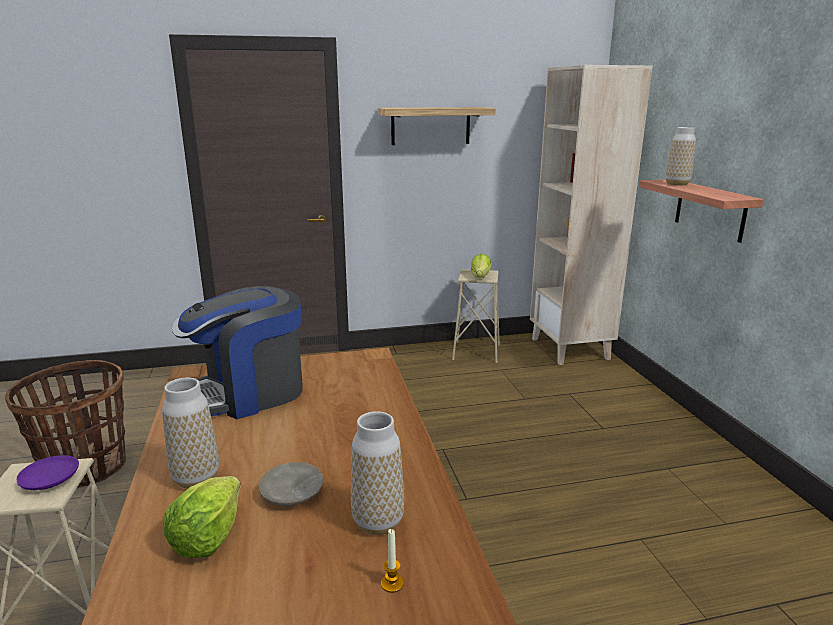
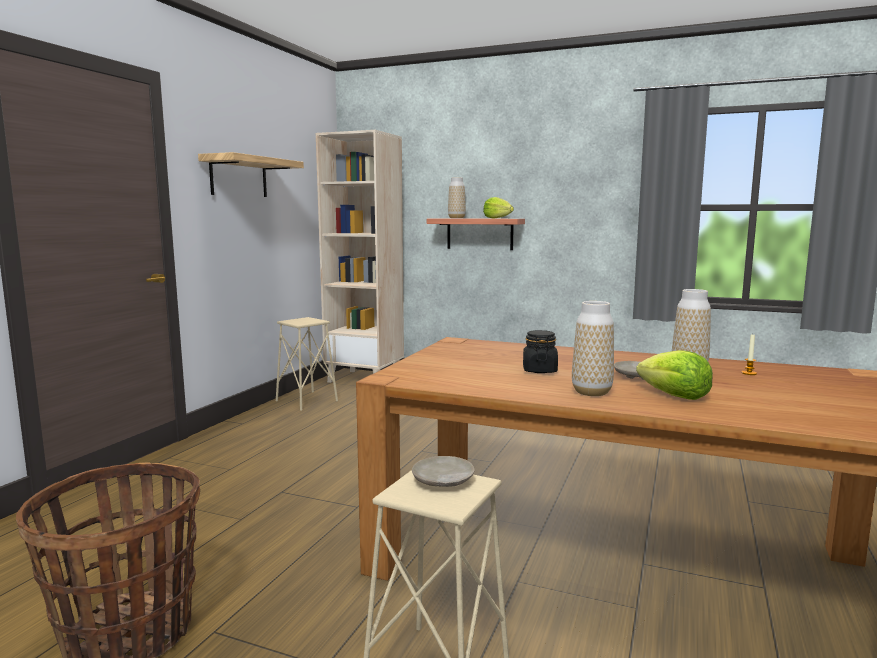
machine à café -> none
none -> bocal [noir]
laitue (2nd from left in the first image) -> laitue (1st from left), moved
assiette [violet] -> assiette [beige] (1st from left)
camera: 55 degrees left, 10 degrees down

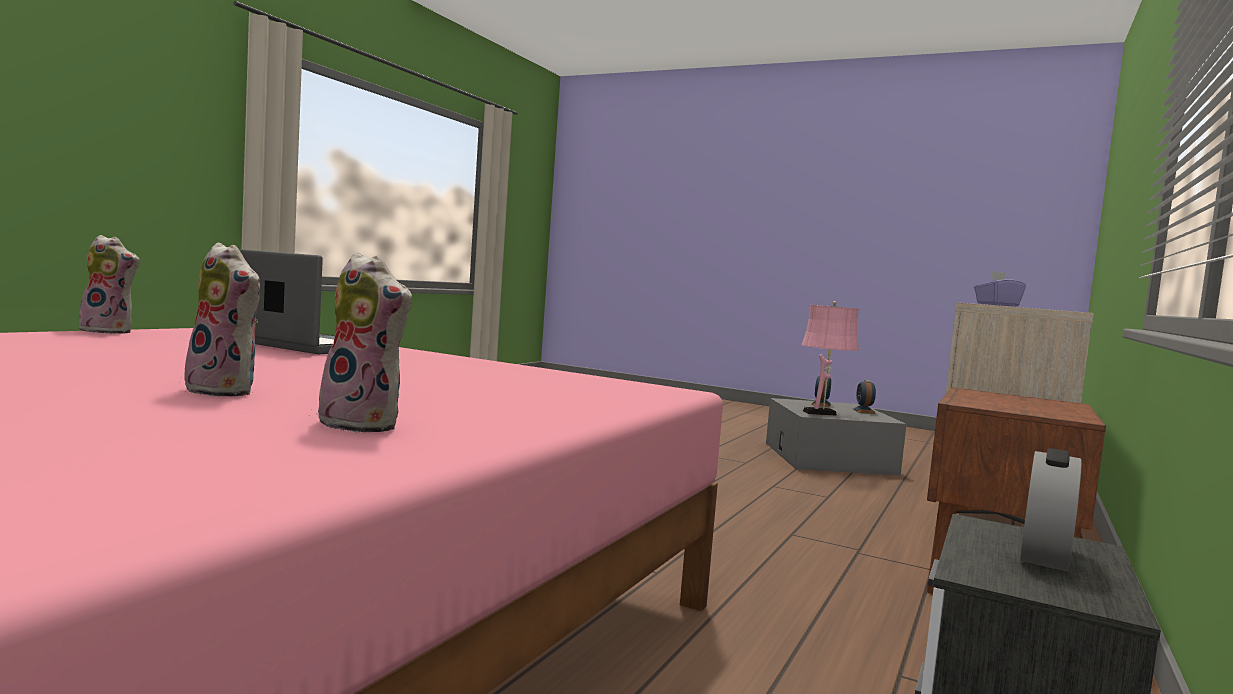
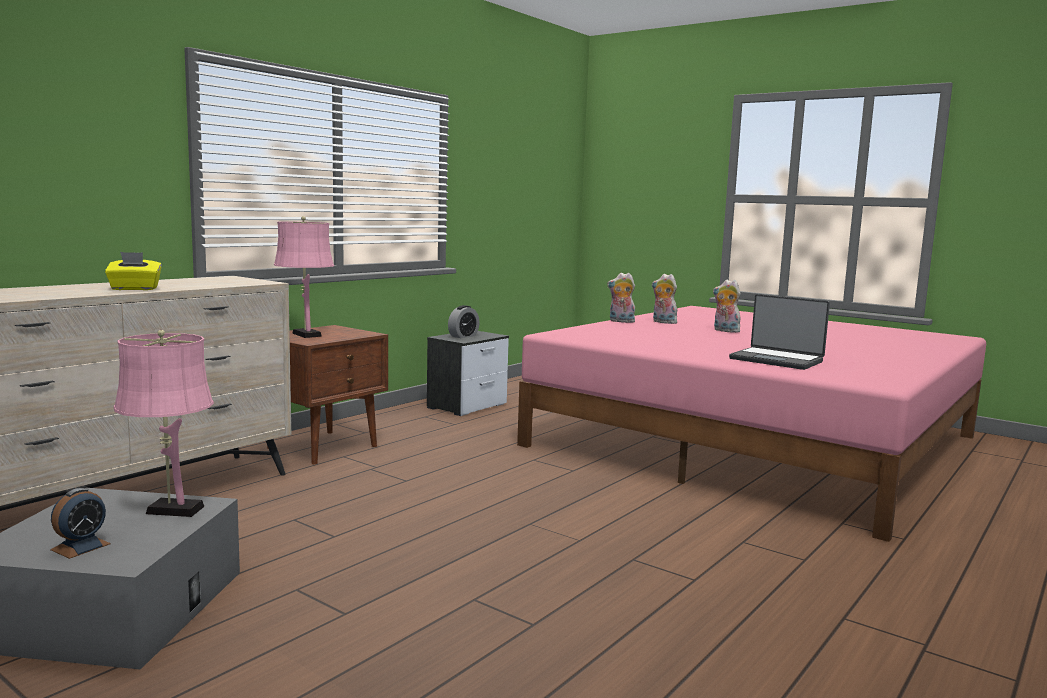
réveil (2nd from left) -> none
none -> lampe de table [rose] (2nd from left)
peluche (1st from left), moved
boîte à mouchoirs [violet] -> boîte à mouchoirs [jaune]
camera: 170 degrees left, 5 degrees up

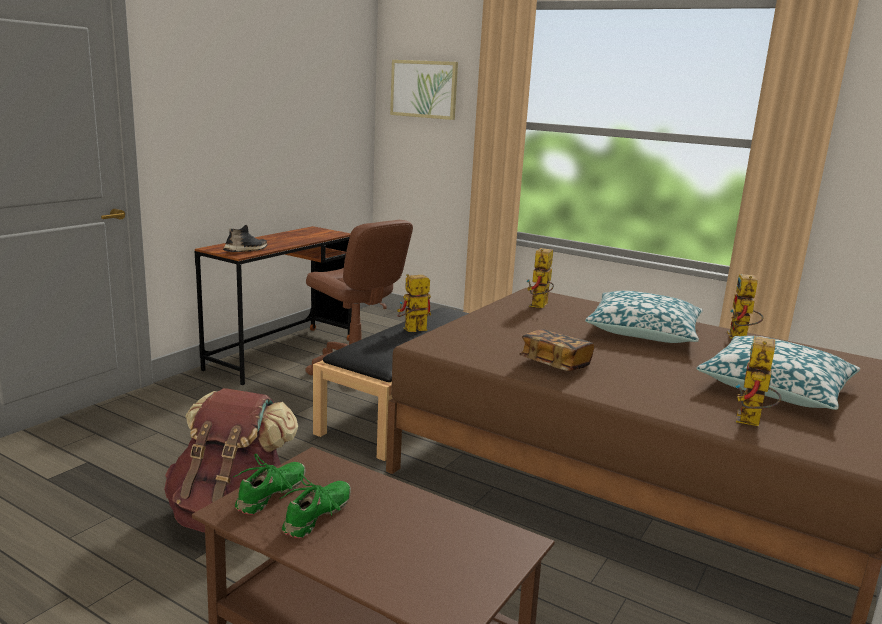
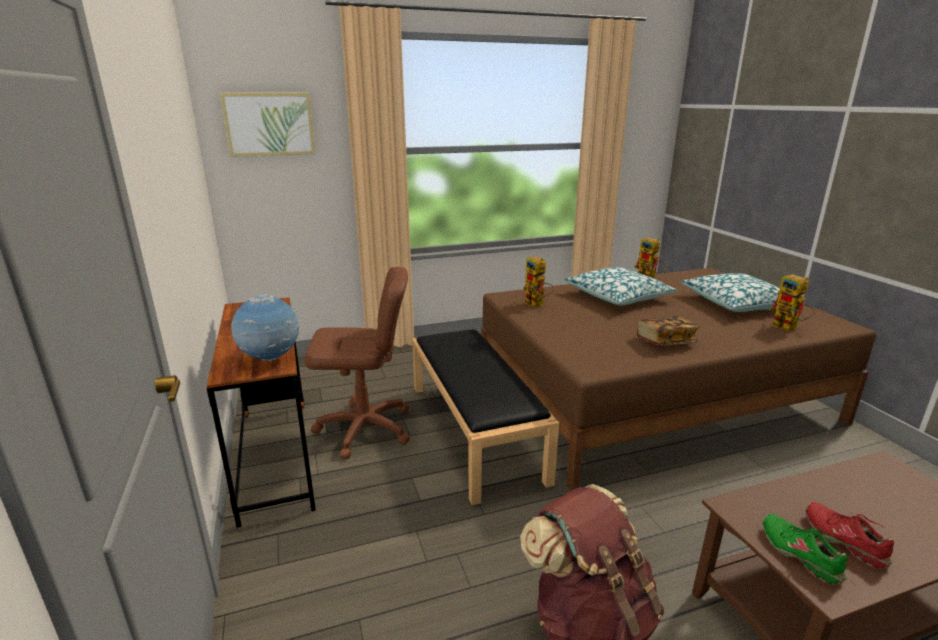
robot jouet (1st from left) -> none
chaussure [noir] -> globe
chaussure [vert] (2nd from left) -> chaussure [rouge]
camera: 50 degrees left, 5 degrees up

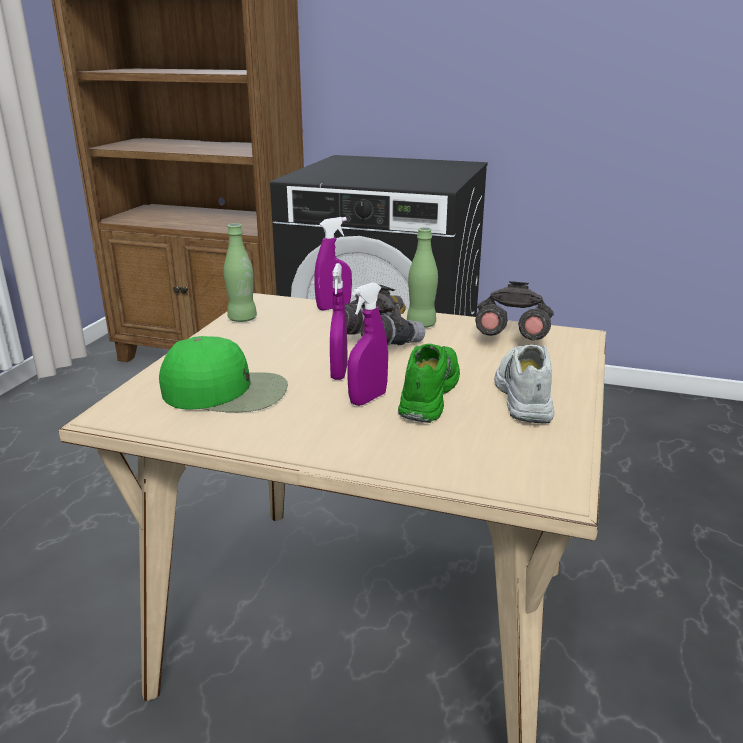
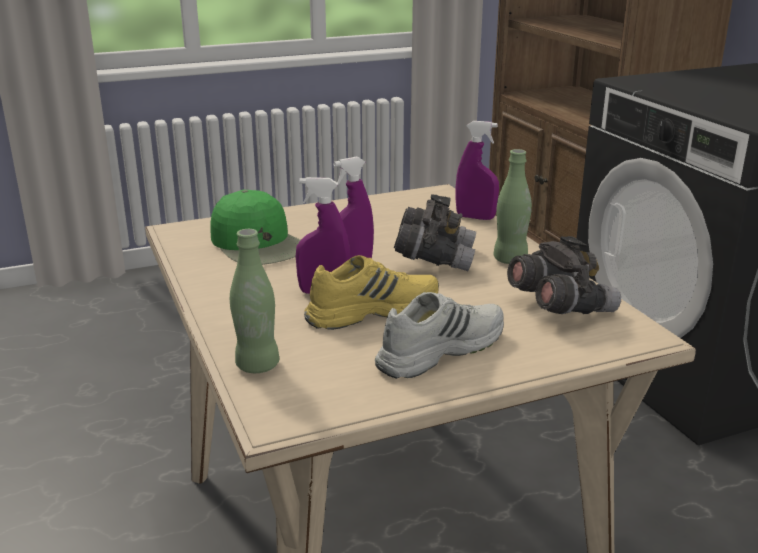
bouteille [vert] (1st from left), moved
chaussure [vert] -> chaussure [jaune]
camera: 50 degrees right, 0 degrees up

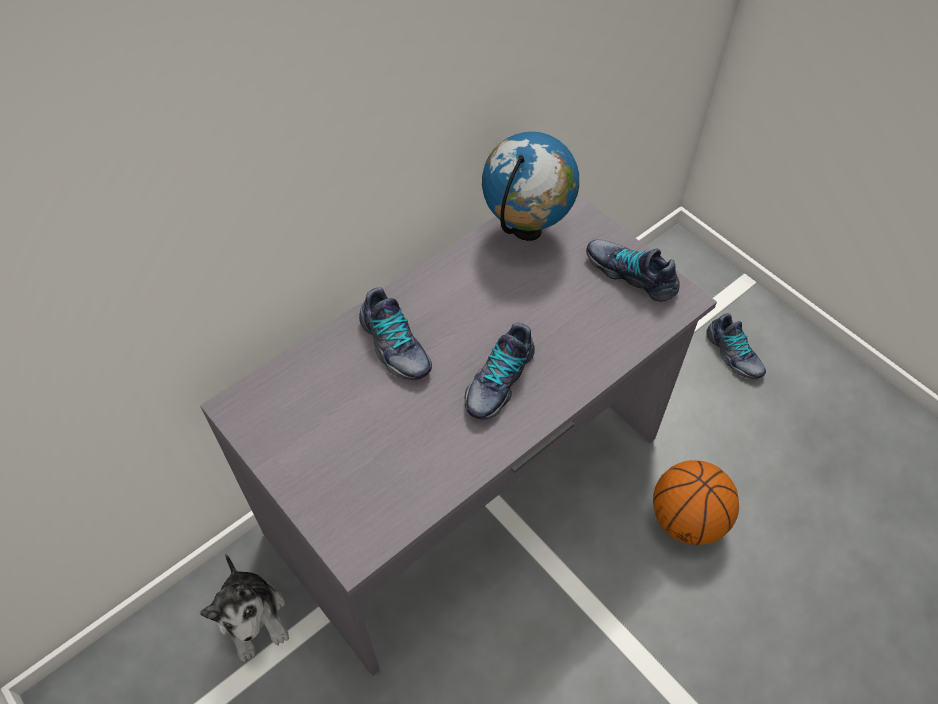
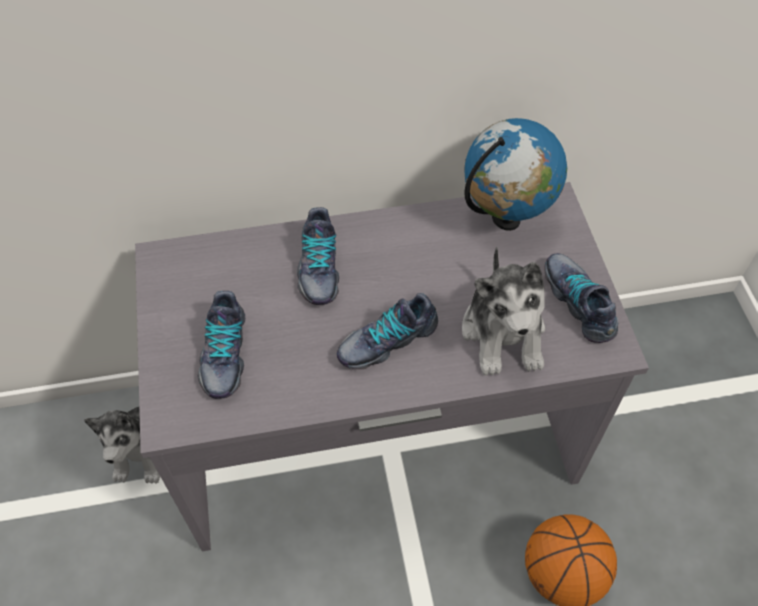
none -> peluche (2nd from left)
chaussure (4th from left in the first image) -> chaussure (1st from left), moved
camera: 30 degrees right, 0 degrees up

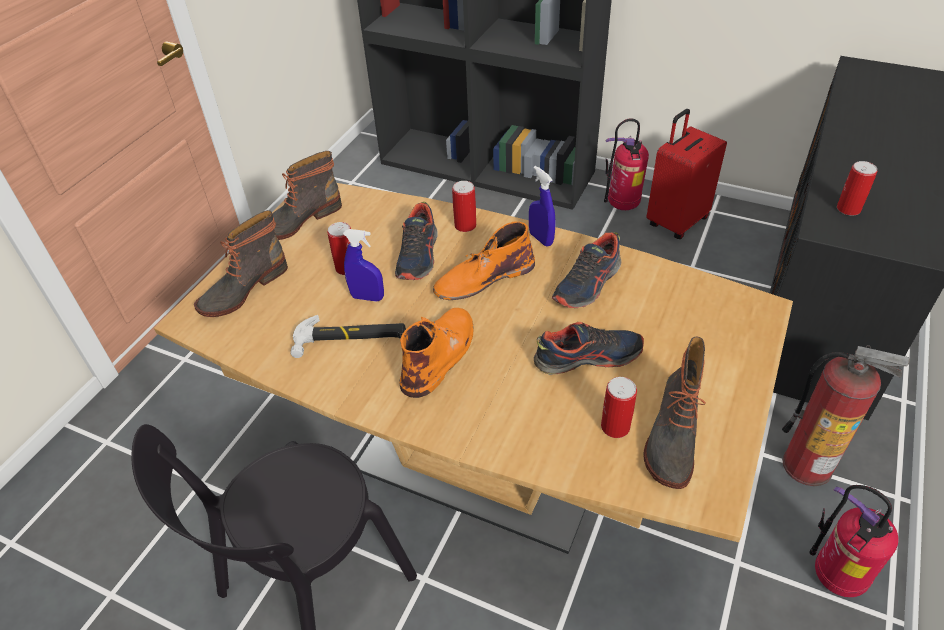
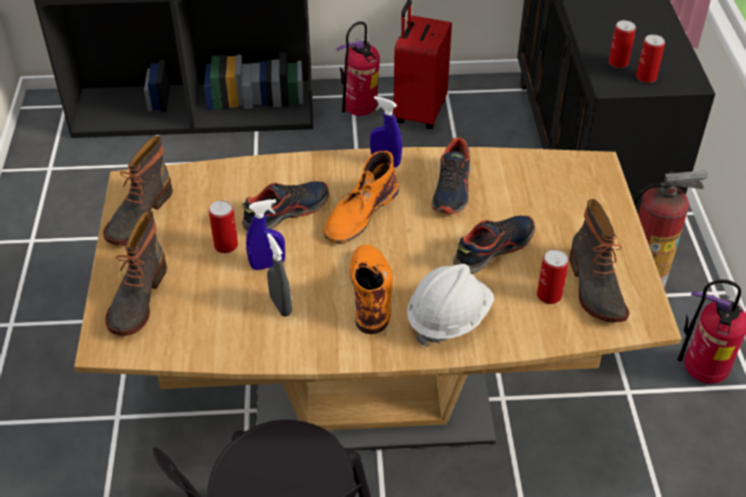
none -> casque de chantier [blanc]
boîte métallique (2nd from left in the first image) -> boîte métallique (4th from left), moved
marteau -> vaporisateur [gris]
chaussure (1st from left), 105 degrees counterclockwise
camera: 30 degrees left, 0 degrees up

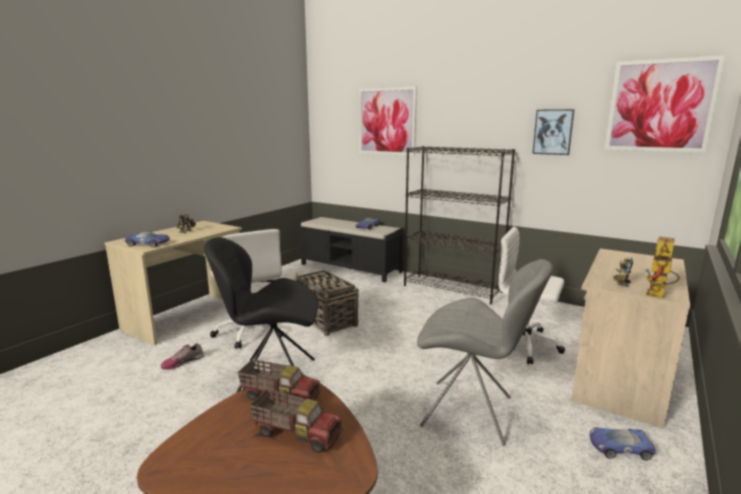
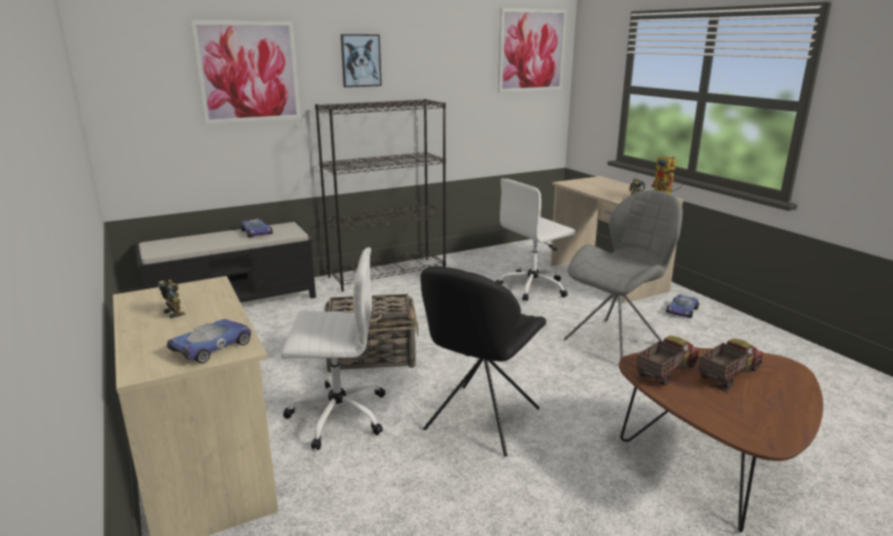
chaussure -> none
tableau (2nd from left), moved
camera: 60 degrees left, 5 degrees up

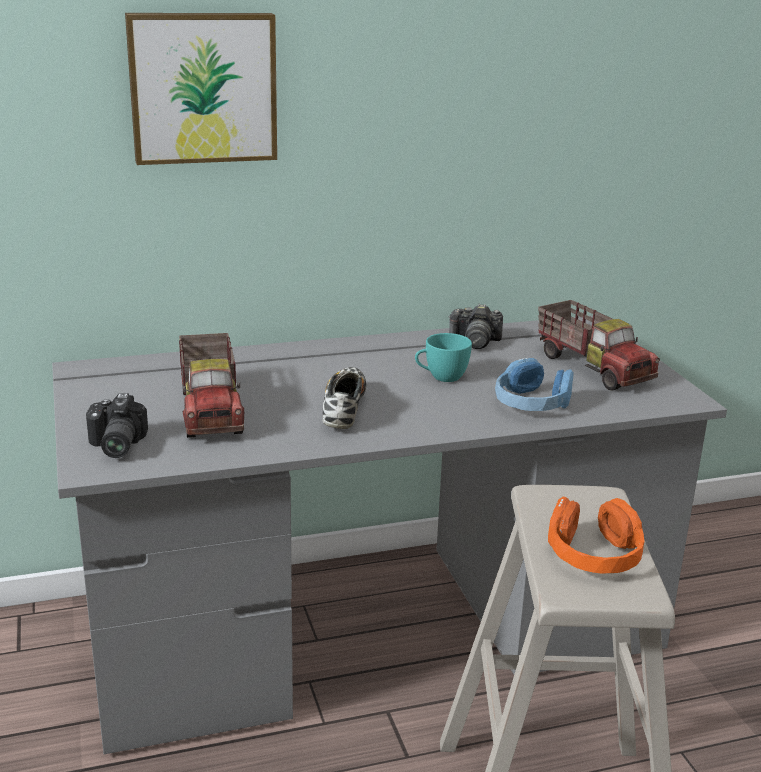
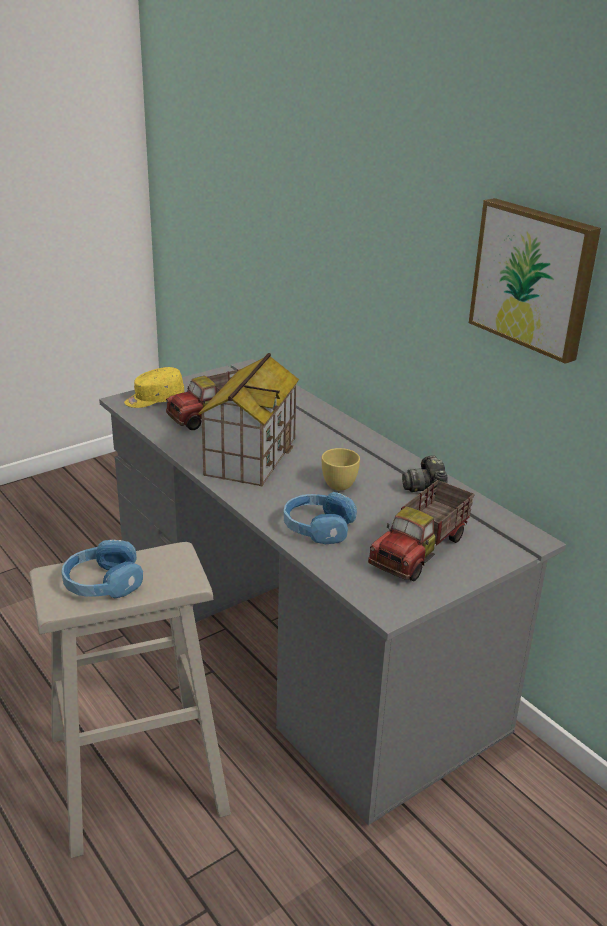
tableau, moved
appareil photo (1st from left) -> casquette [jaune]
chaussure -> maison miniature
tasse [turquoise] -> tasse [jaune]
casque audio [orange] -> casque audio [bleu] (1st from left)
camera: 70 degrees right, 5 degrees up

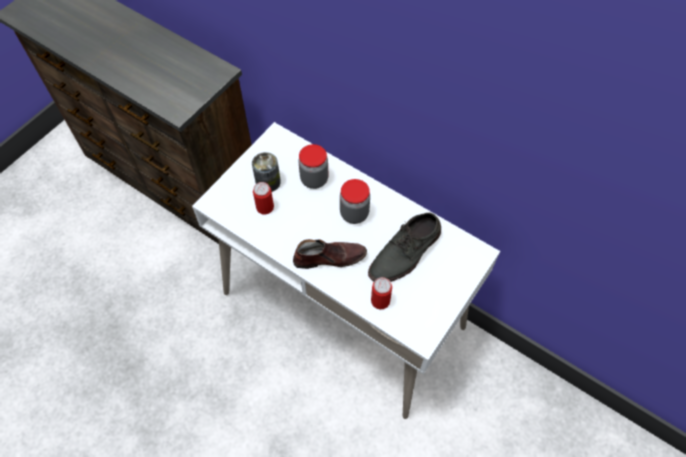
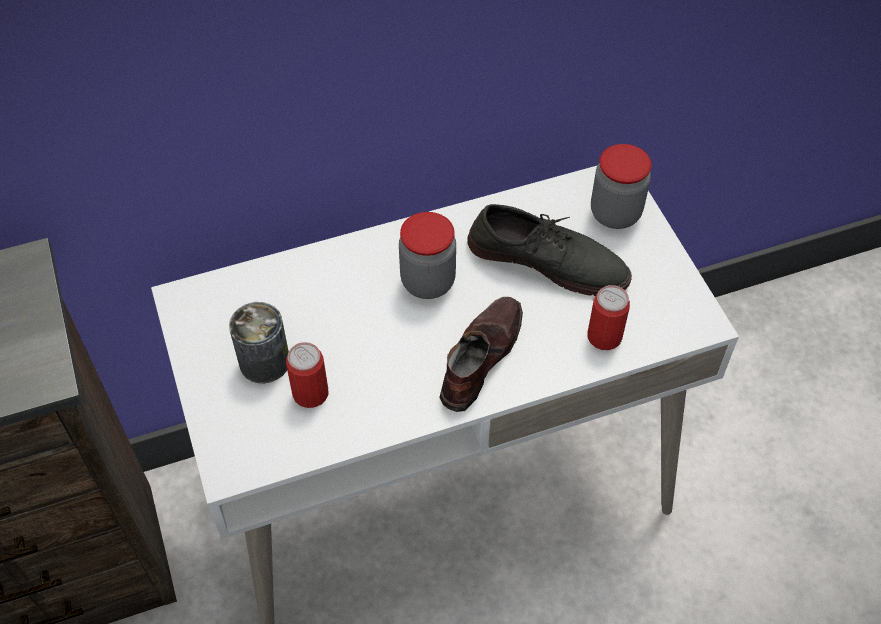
bocal (1st from left in the first image) -> bocal (2nd from left), moved
chaussure [gris], 60 degrees counterclockwise
camera: 55 degrees left, 5 degrees down

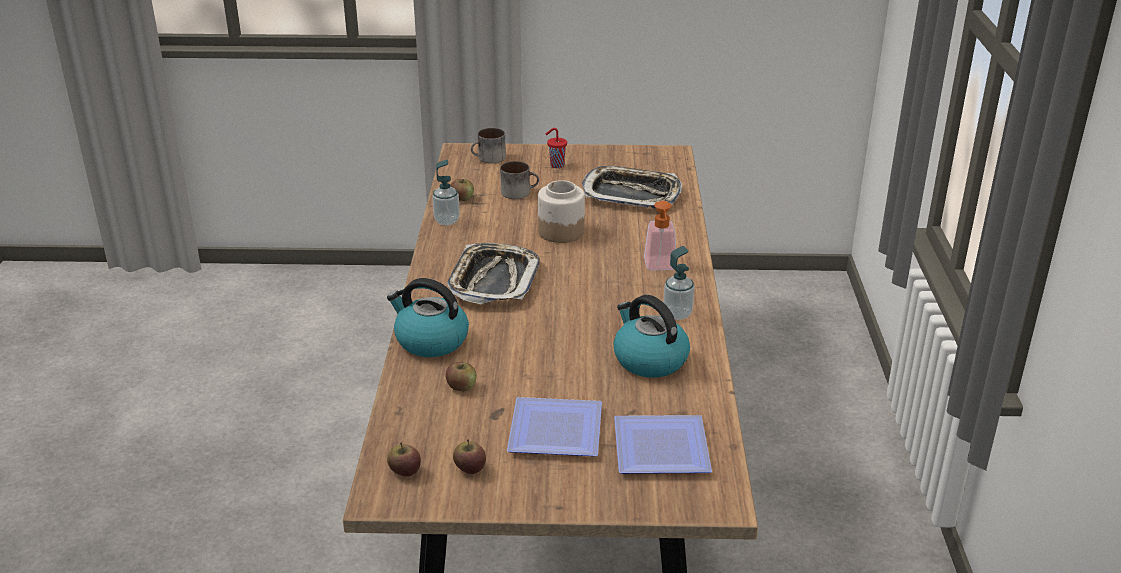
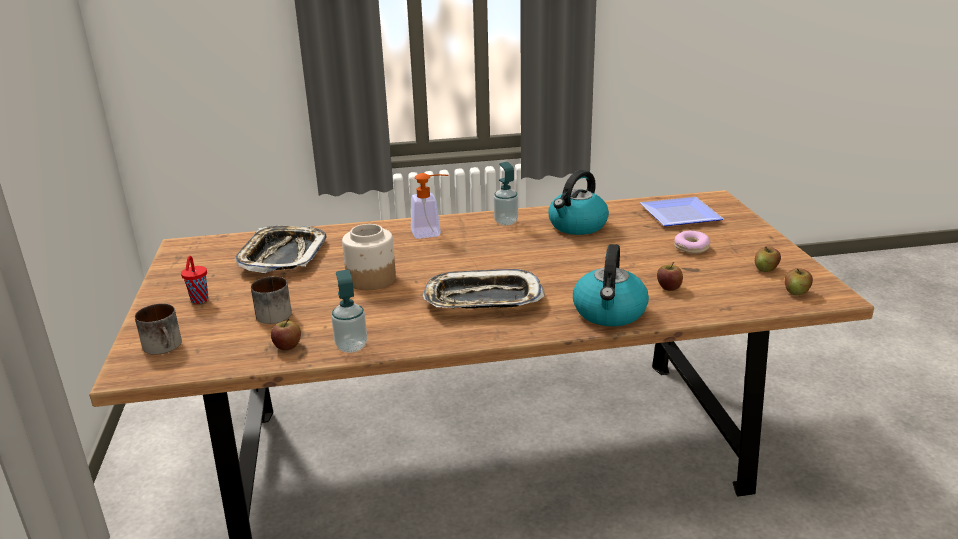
assiette (1st from left) -> beignet
camera: 100 degrees left, 5 degrees down

